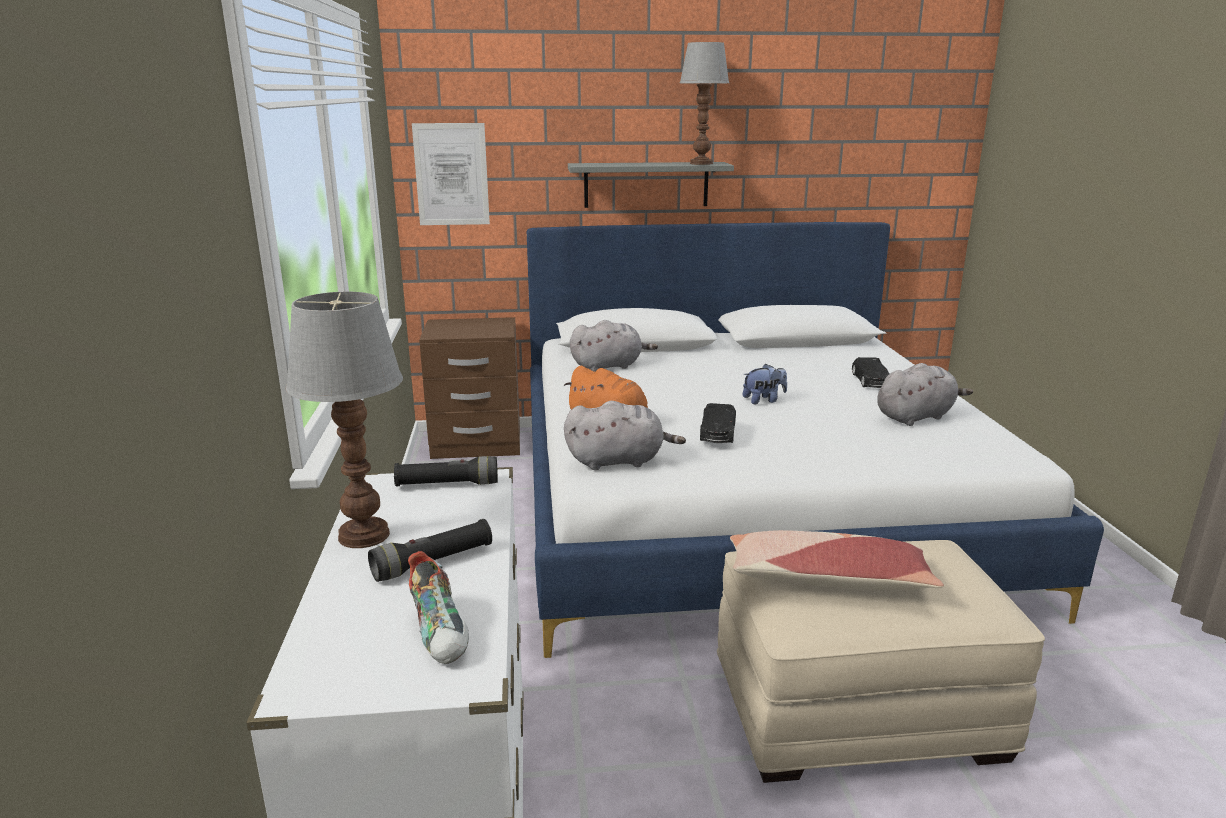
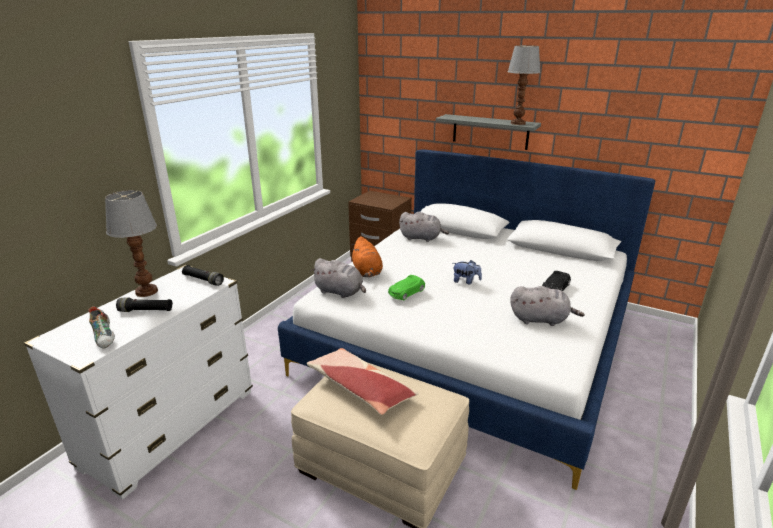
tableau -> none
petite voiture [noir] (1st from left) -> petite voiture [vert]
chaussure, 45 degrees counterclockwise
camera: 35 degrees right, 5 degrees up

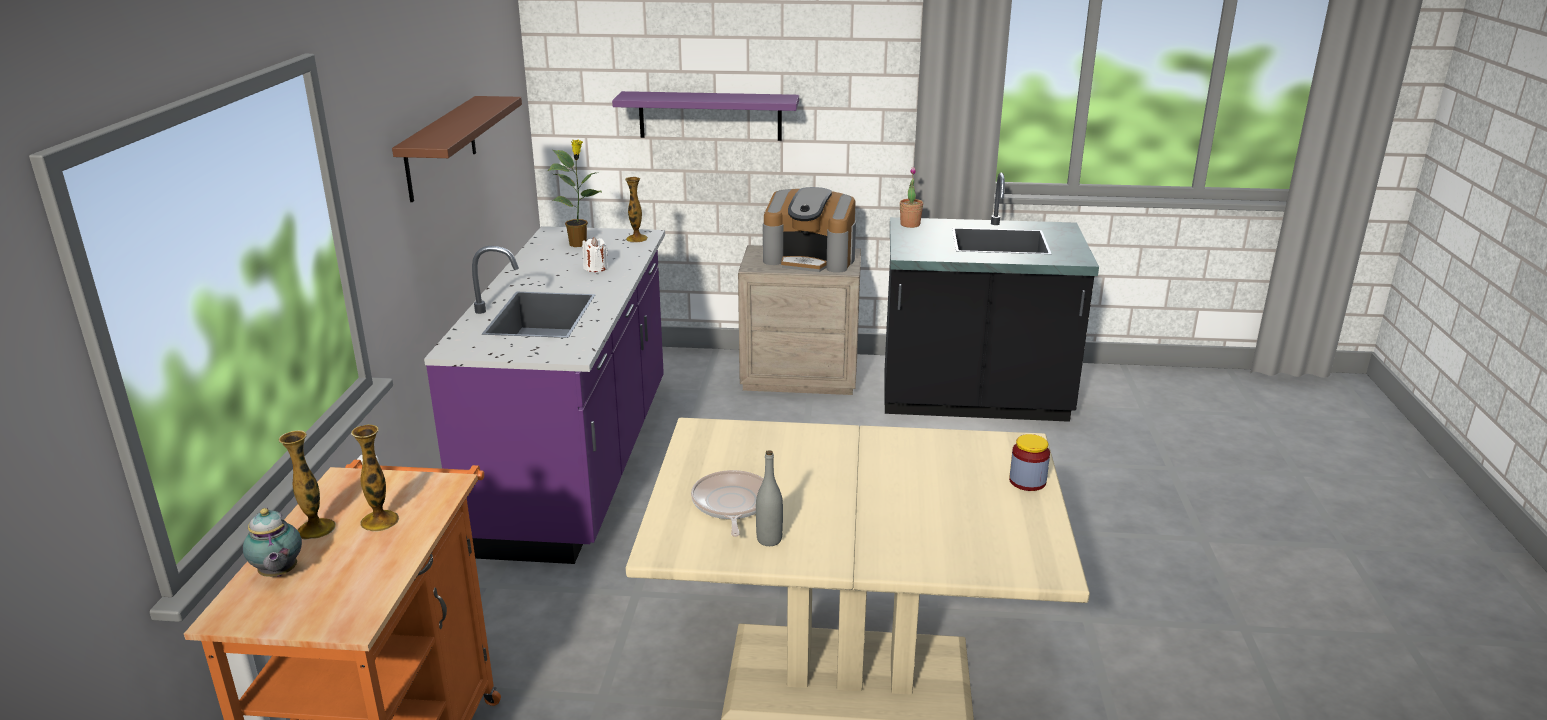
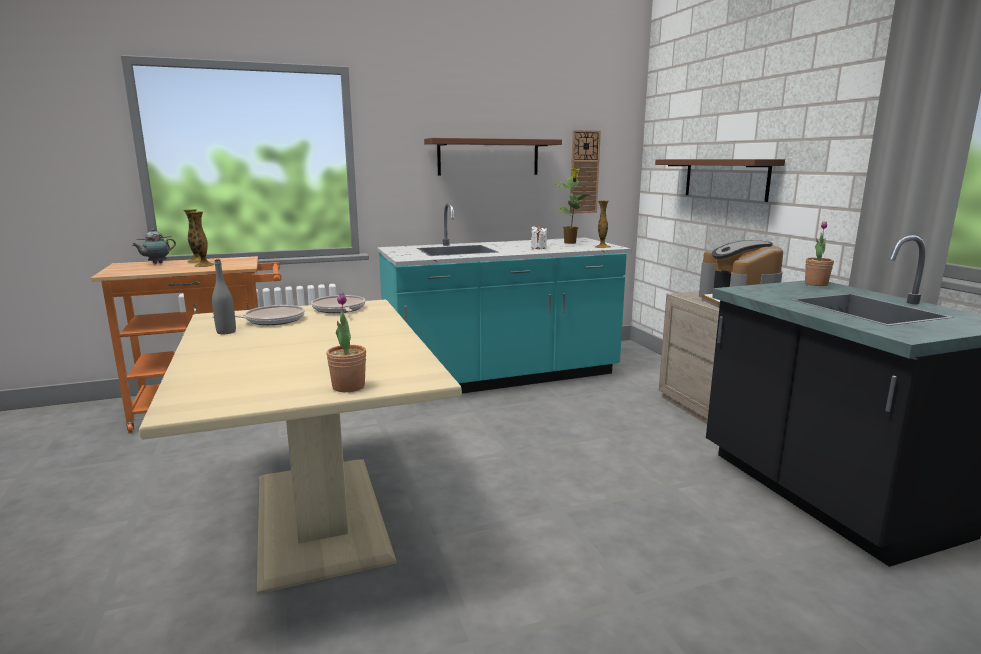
none -> poêle (2nd from left)
none -> horloge murale
bocal -> plante en pot (1st from left)
comptoir de cuisine [violet] -> comptoir de cuisine [turquoise]
étagère [violet] -> étagère [marron] (2nd from left)
camera: 65 degrees right, 10 degrees down

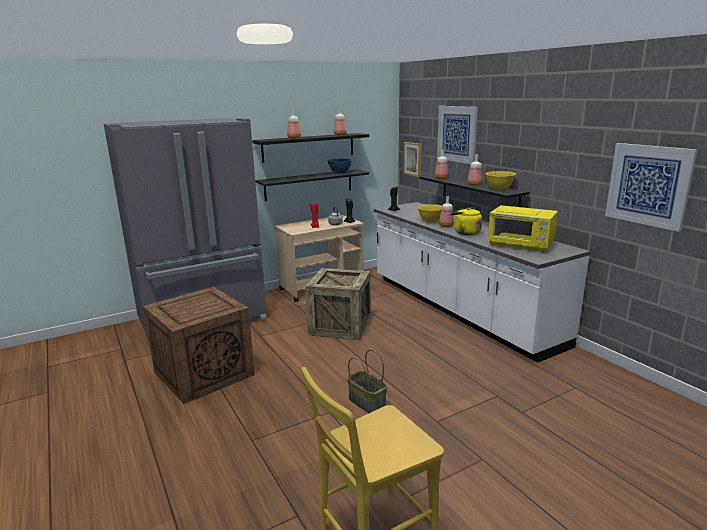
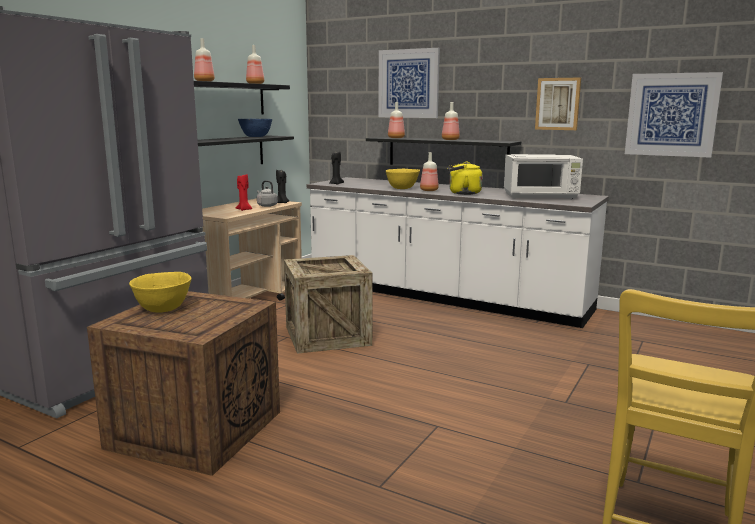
panier -> none
tableau (1st from left in the first image) -> tableau (2nd from left), moved
bol [jaune] (2nd from left in the first image) -> bol [jaune] (1st from left), moved
micro-ondes [jaune] -> micro-ondes [blanc]
camera: 30 degrees left, 5 degrees down

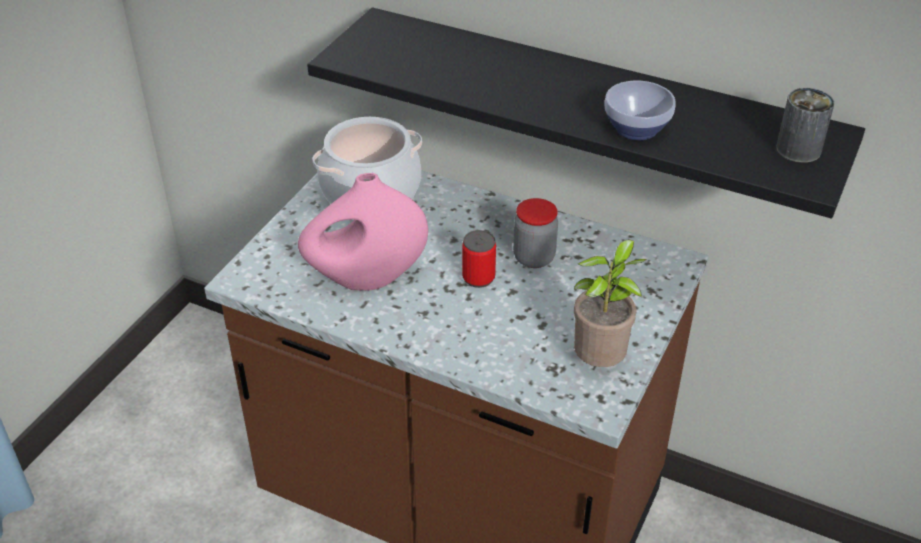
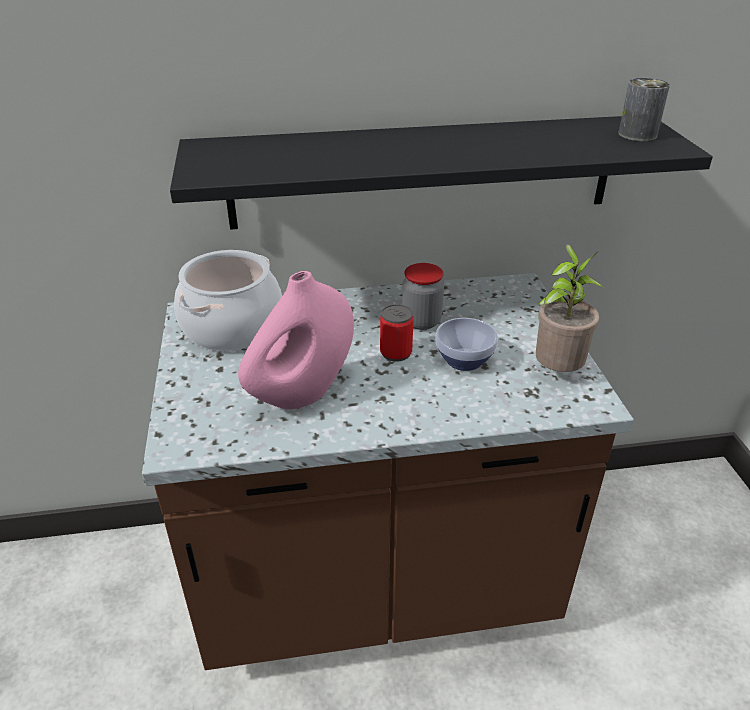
bol, moved
camera: 35 degrees left, 5 degrees down

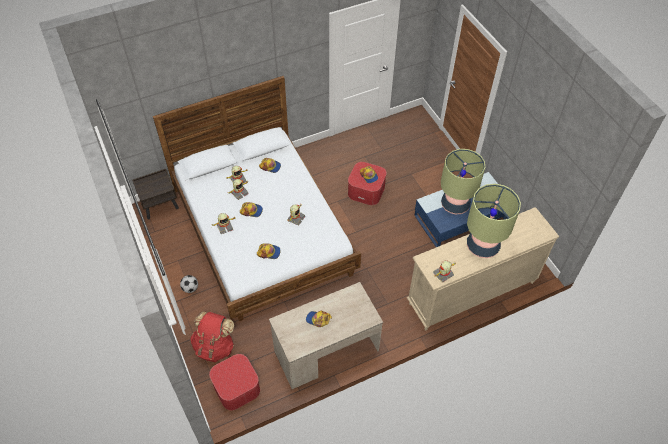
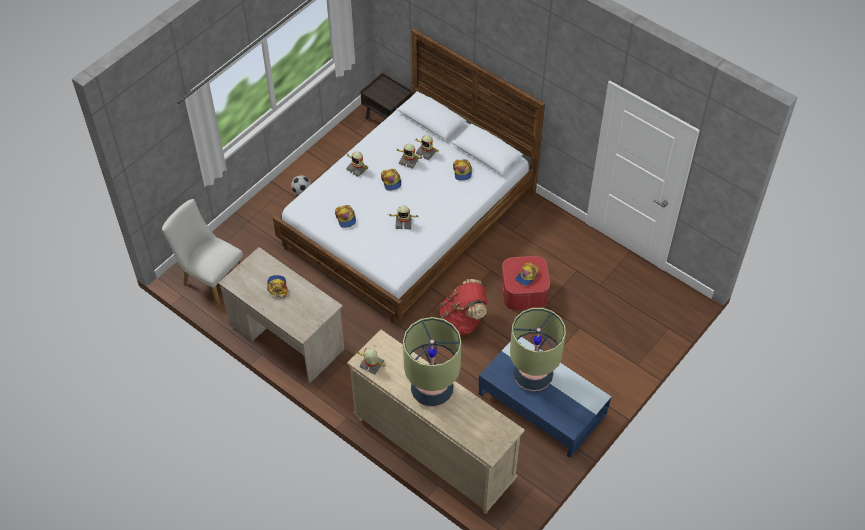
sac à dos [rouge], moved
pouf (1st from left) -> chaise [blanc]
camera: 65 degrees right, 0 degrees up

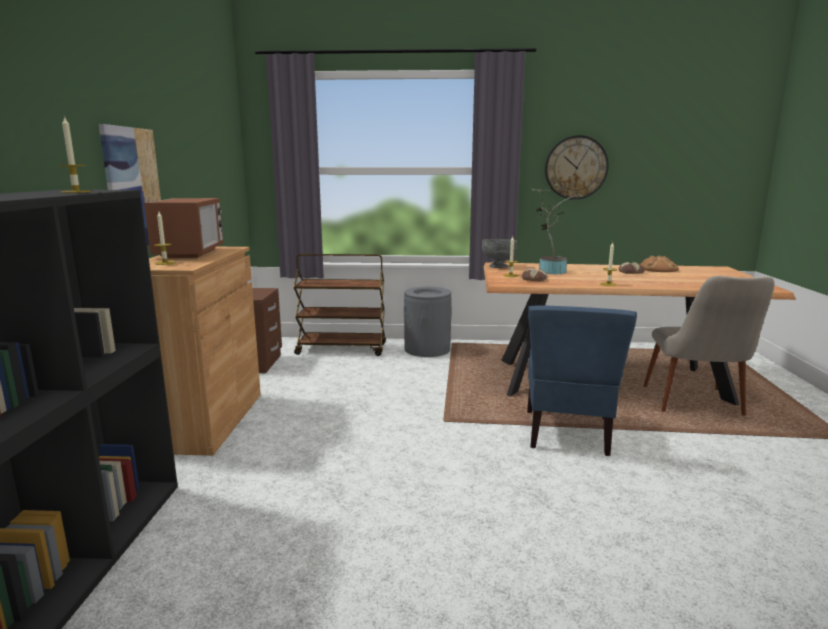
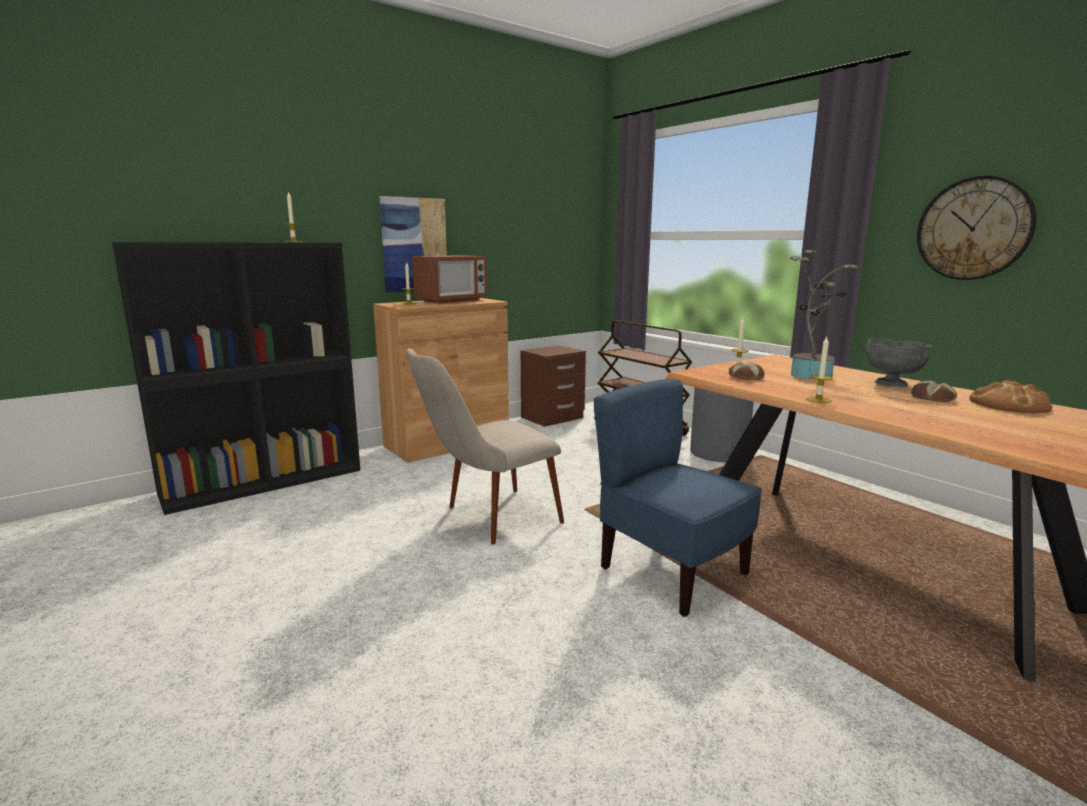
bol [gris], moved
chaise [beige], moved
chaise [bleu], 75 degrees clockwise
camera: 50 degrees right, 0 degrees up

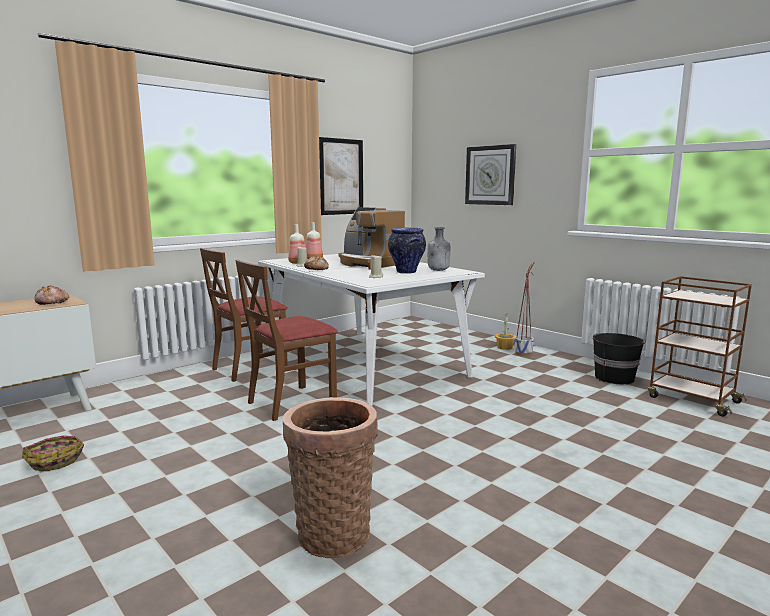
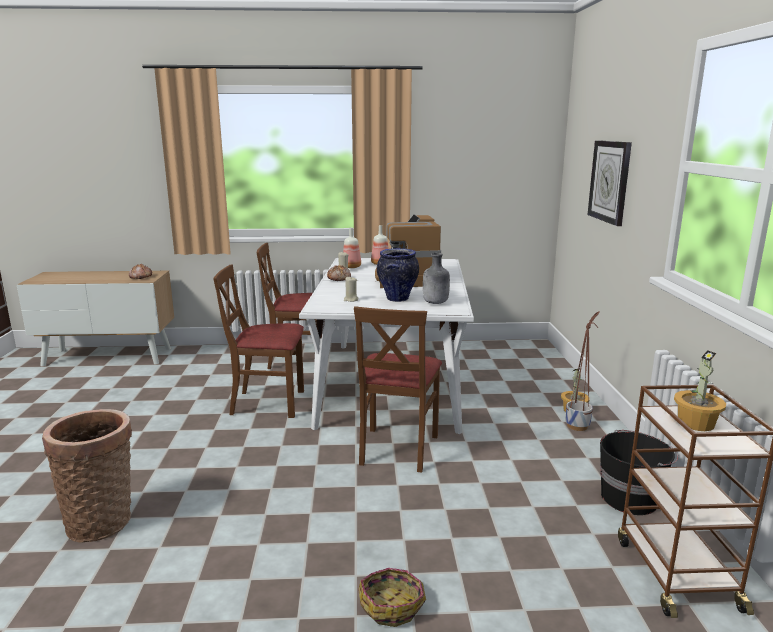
tableau -> none
none -> chaise [marron] (3rd from left)
none -> plante en pot (2nd from left)
panier (1st from left in the first image) -> panier (2nd from left), moved
camera: 40 degrees right, 5 degrees up

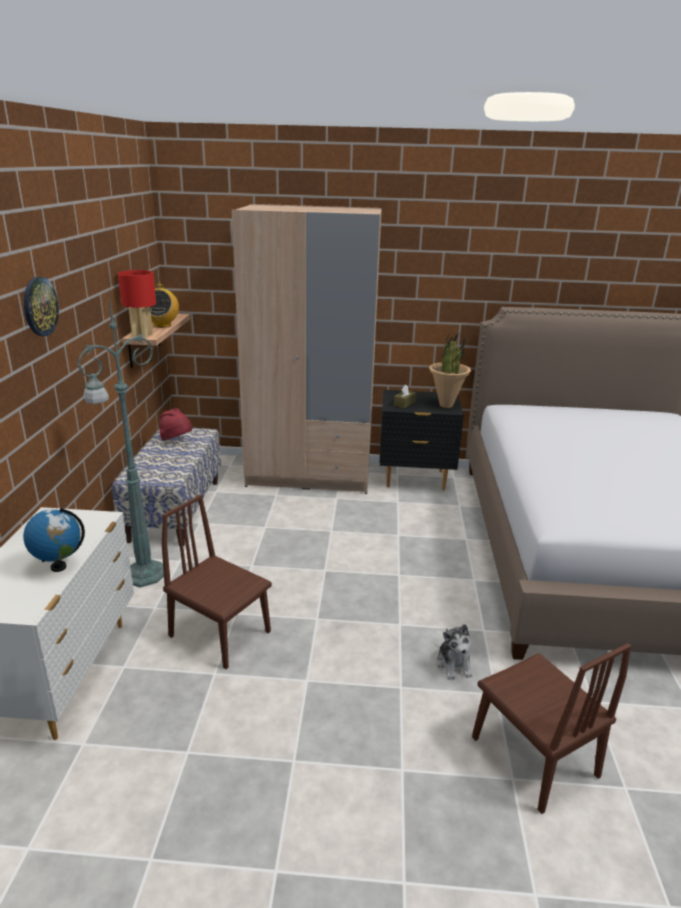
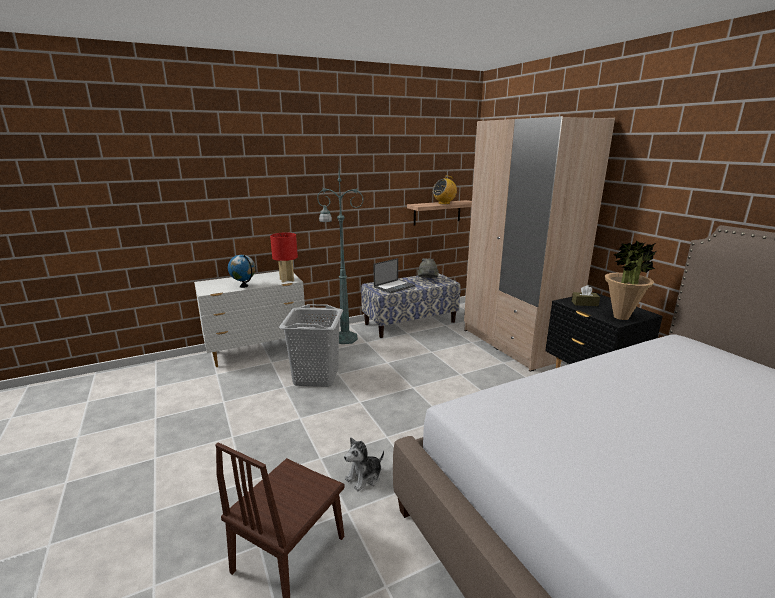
horloge murale -> none
none -> ordinateur portable
lampe de table [rouge], moved
chaise [marron] (1st from left) -> panier à linge [gris]
chapeau [rouge] -> chapeau [gris]
camera: 60 degrees right, 5 degrees down

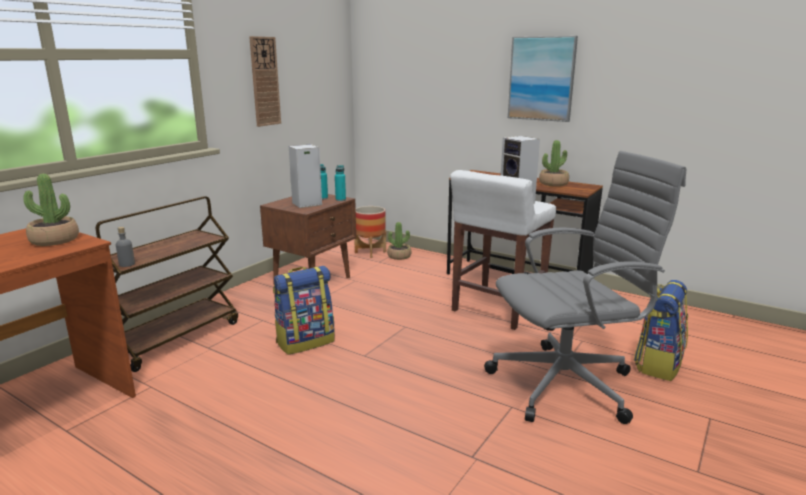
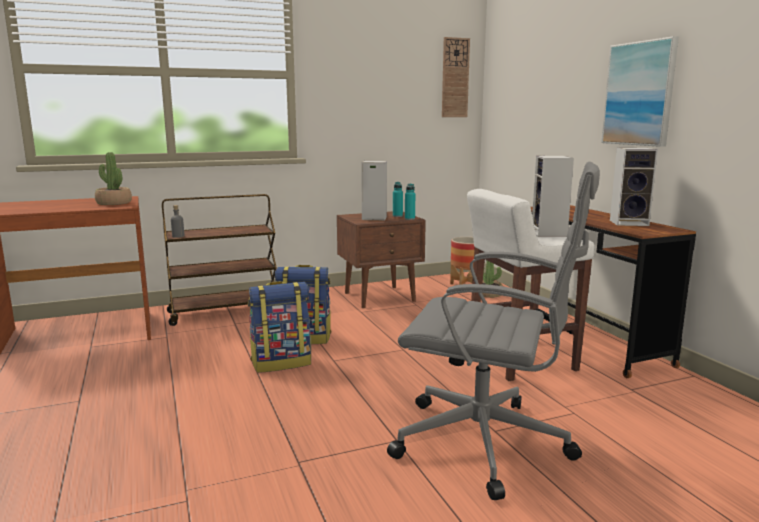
horloge murale, moved
sac à dos (2nd from left in the first image) -> sac à dos (1st from left), moved
plante en pot (3rd from left) -> enceinte (3rd from left)
camera: 35 degrees right, 5 degrees down

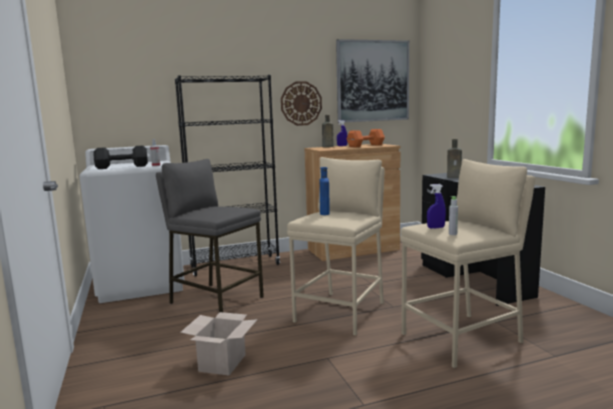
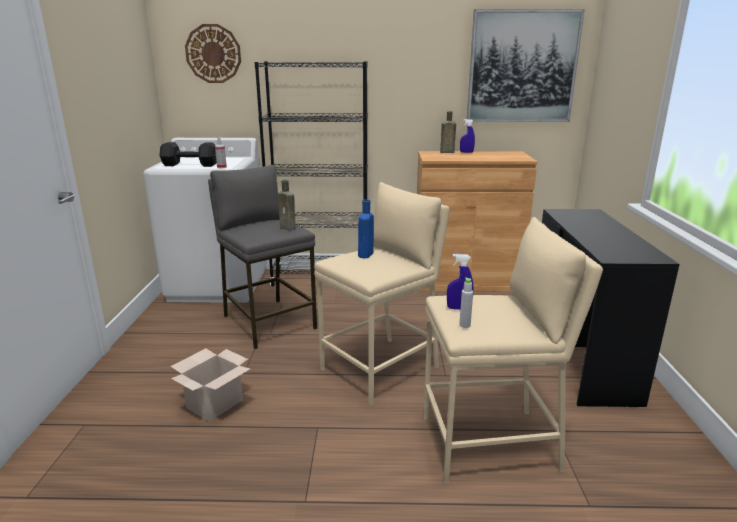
haltère [orange] -> none
horloge murale, moved
bouteille [marron] (2nd from left in the first image) -> bouteille [marron] (1st from left), moved
camera: 20 degrees right, 10 degrees up

